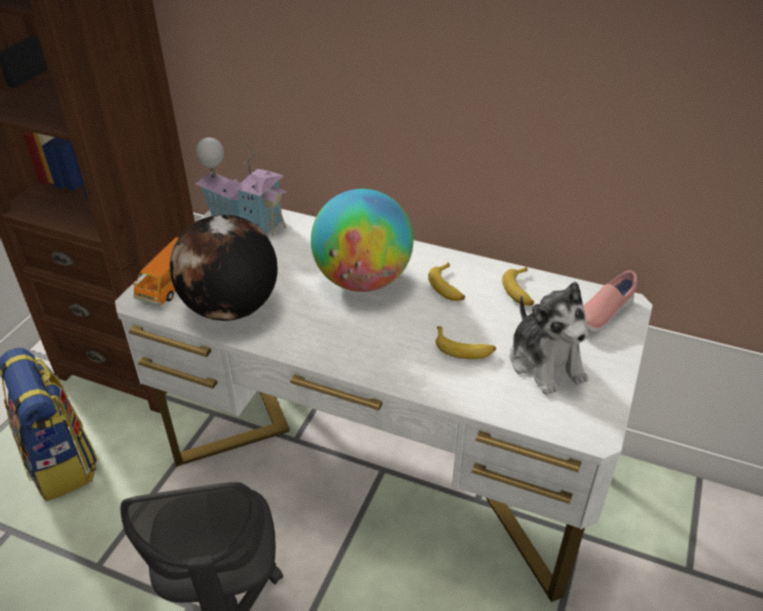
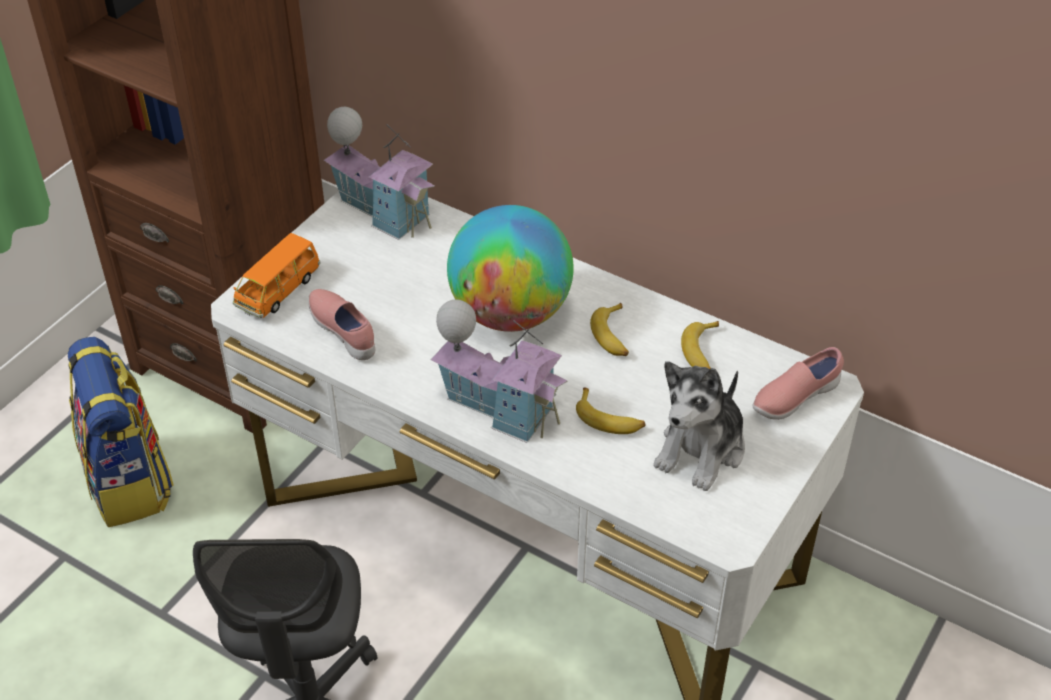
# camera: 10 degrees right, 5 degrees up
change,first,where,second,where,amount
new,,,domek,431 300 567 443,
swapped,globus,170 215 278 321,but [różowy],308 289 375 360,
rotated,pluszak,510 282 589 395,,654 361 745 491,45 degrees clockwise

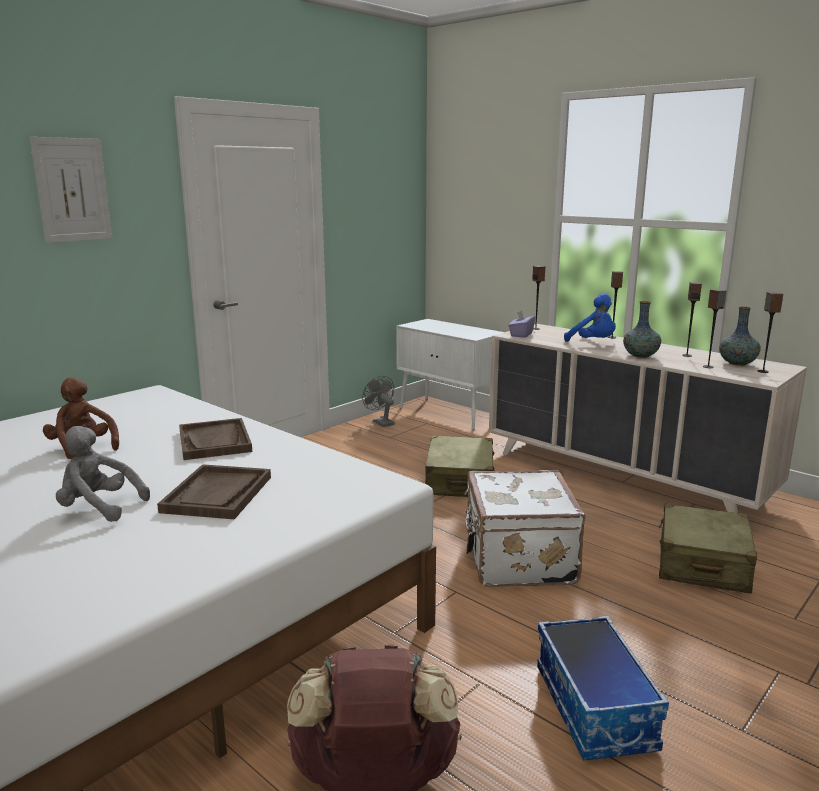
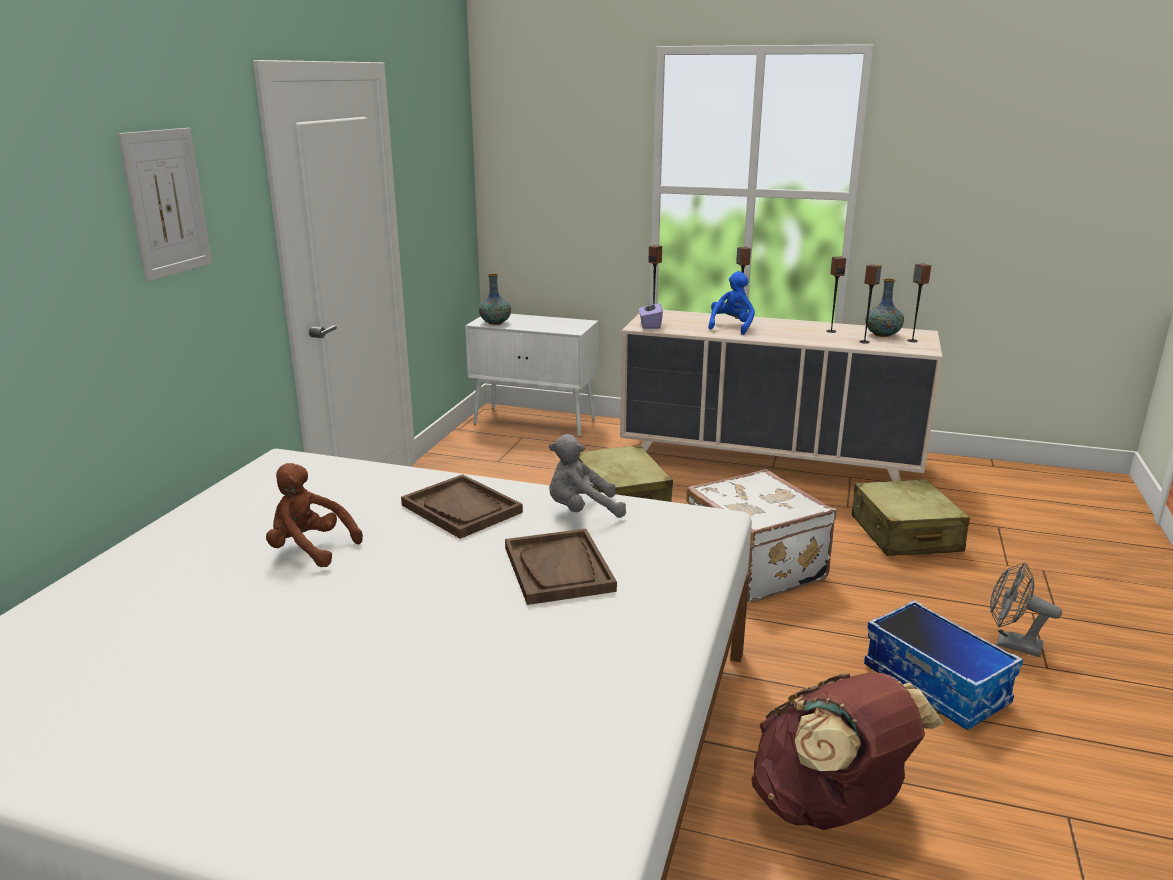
# camera: 25 degrees left, 5 degrees up
change,first,where,second,where,amount
shifted,pluszak [szary],56 426 150 522,,549 434 626 518,
shifted,wentylator [szary],362 376 395 427,,990 562 1062 657,
shifted,wazon,623 301 661 358,,479 274 511 325,
rotated,pluszak [niebieski],564 294 616 342,,708 271 755 335,90 degrees counterclockwise

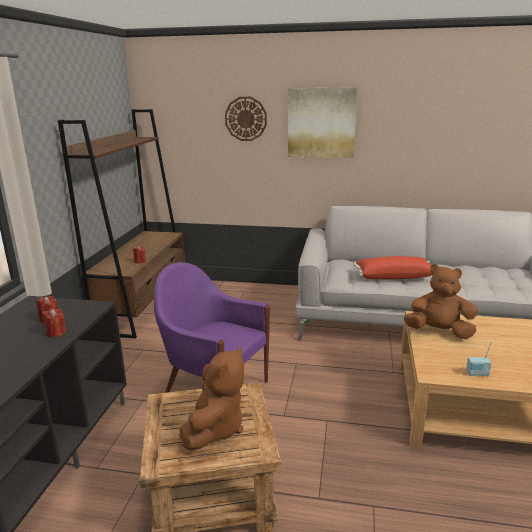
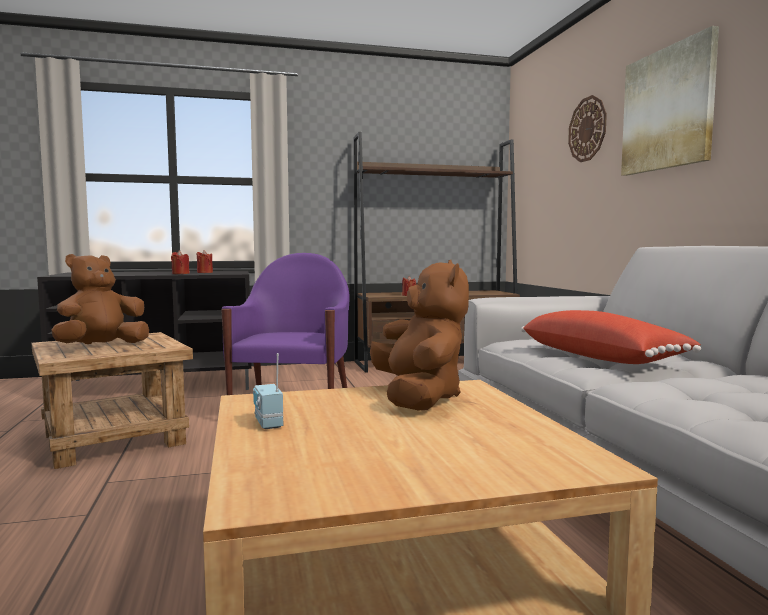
# camera: 65 degrees right, 15 degrees down
change,first,where,second,where,amount
rotated,pluszak [brązowy],180 347 244 450,,51 254 149 344,135 degrees clockwise

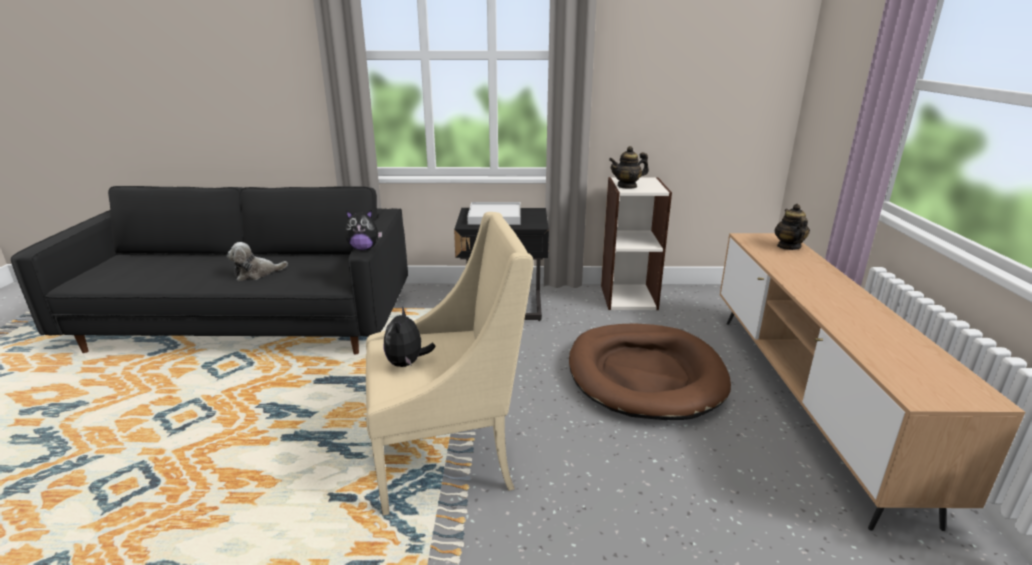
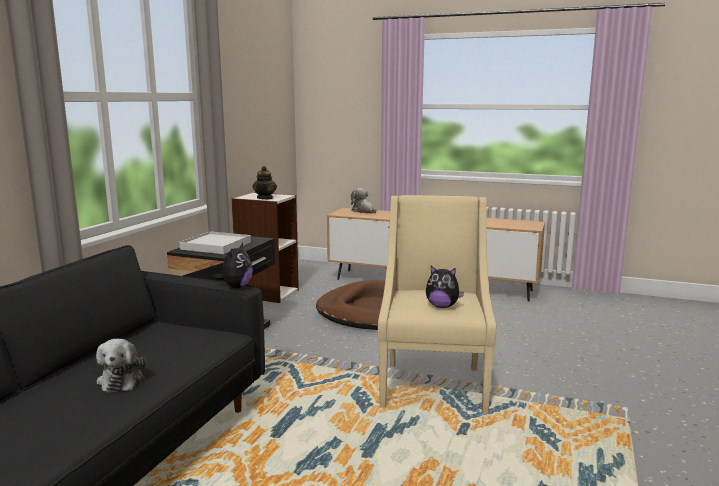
# camera: 70 degrees left, 10 degrees down
change,first,where,second,where,amount
swapped,imbryk,775 204 810 250,pluszak,351 188 377 214,

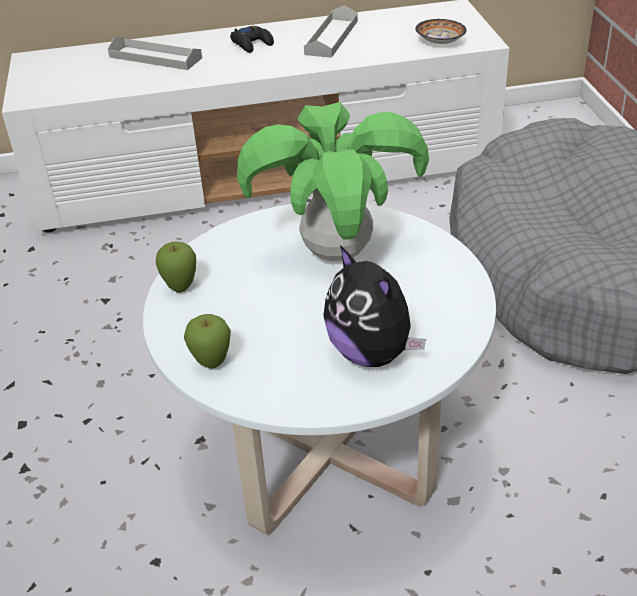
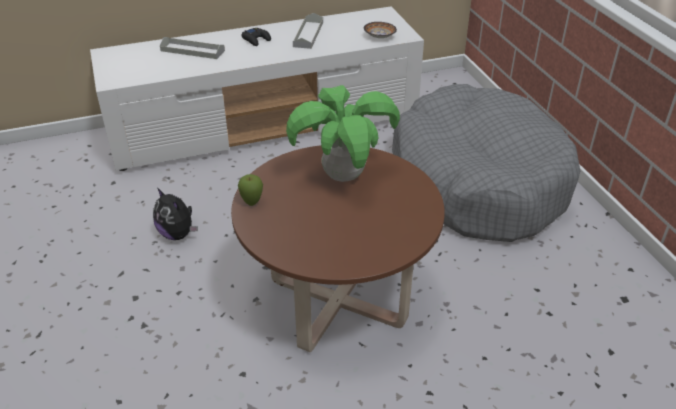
# camera: 10 degrees left, 0 degrees up
change,first,where,second,where,amount
gone,jabłko,184 314 231 369,,,
shifted,pluszak,323 245 426 367,,153 188 198 240,
repainted,ława [biały],143 202 496 535,ława [brązowy],231 145 445 352,

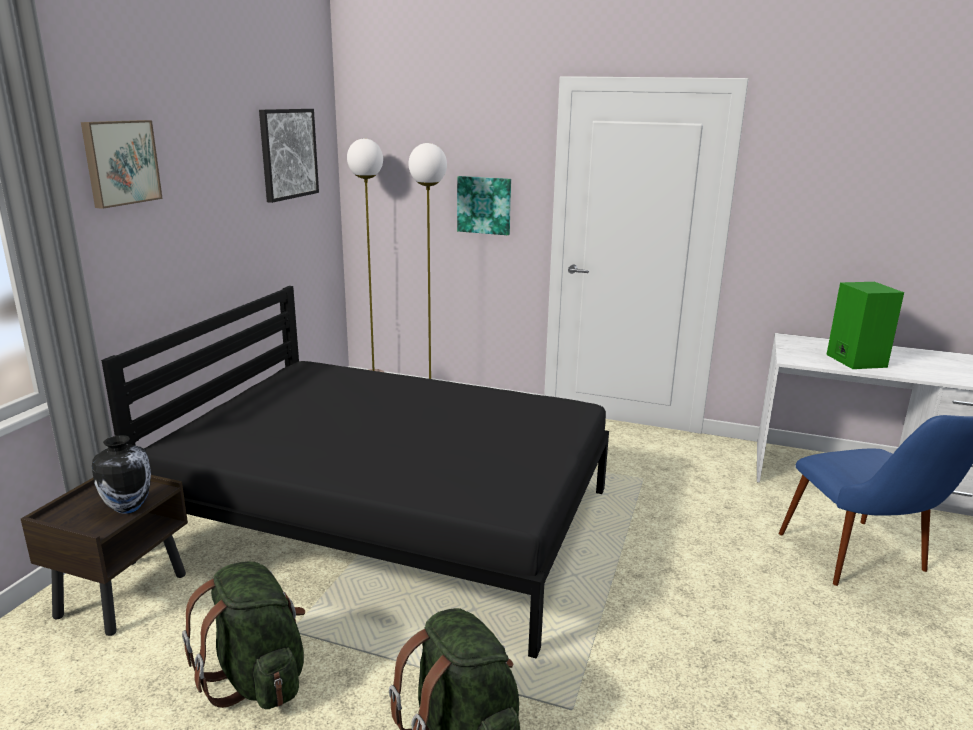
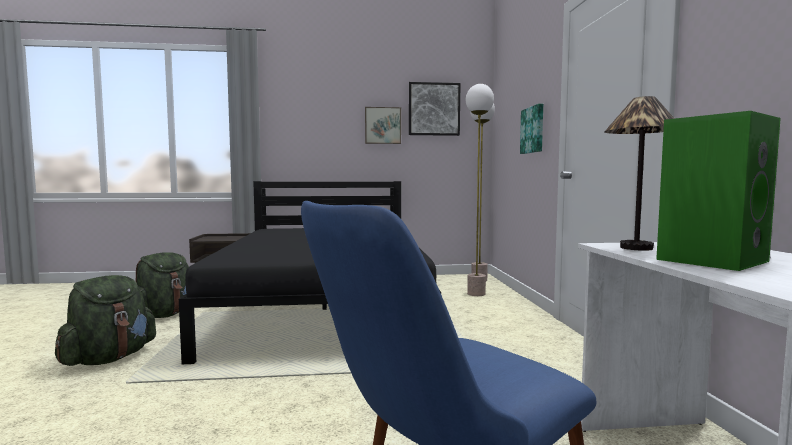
# camera: 65 degrees right, 15 degrees down
change,first,where,second,where,amount
gone,wazon,92 435 151 514,,,
new,,,lampa stołowa,605 96 675 251,
shifted,obraz,81 120 163 209,,365 107 401 144,

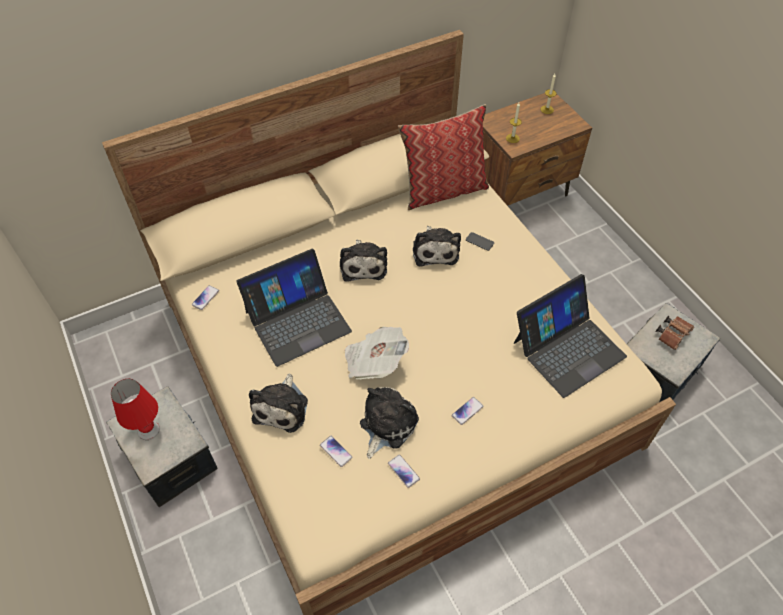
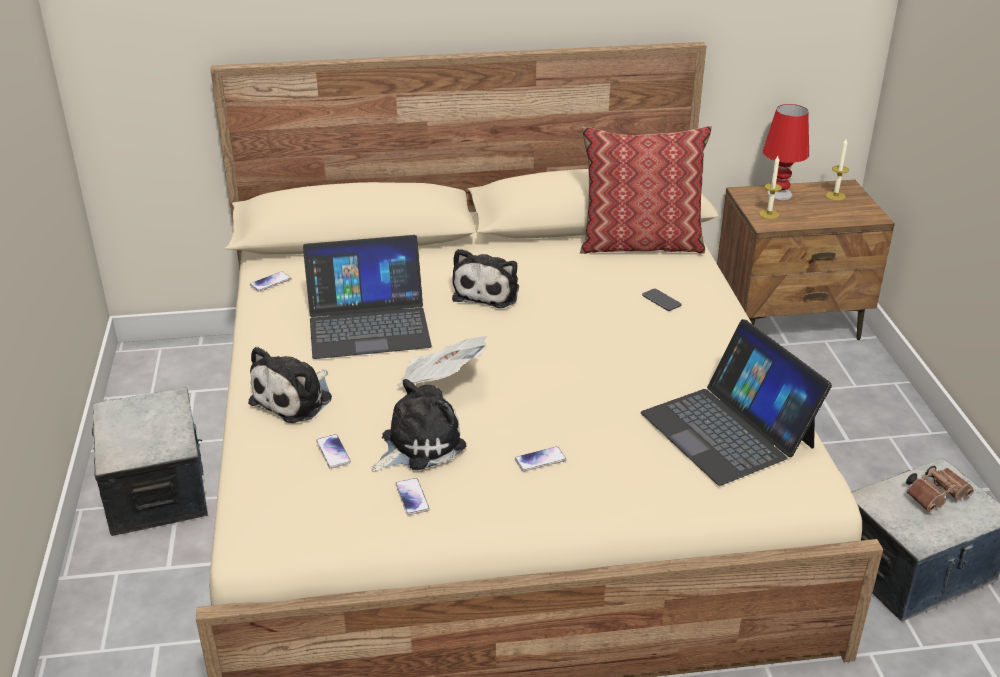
# camera: 20 degrees right, 20 degrees down
change,first,where,second,where,amount
gone,pluszak,413 226 461 266,,,
shifted,lampa stołowa [czerwony],111 379 160 440,,763 104 809 200,
rotated,laptop,514 274 627 398,,641 319 832 486,75 degrees clockwise

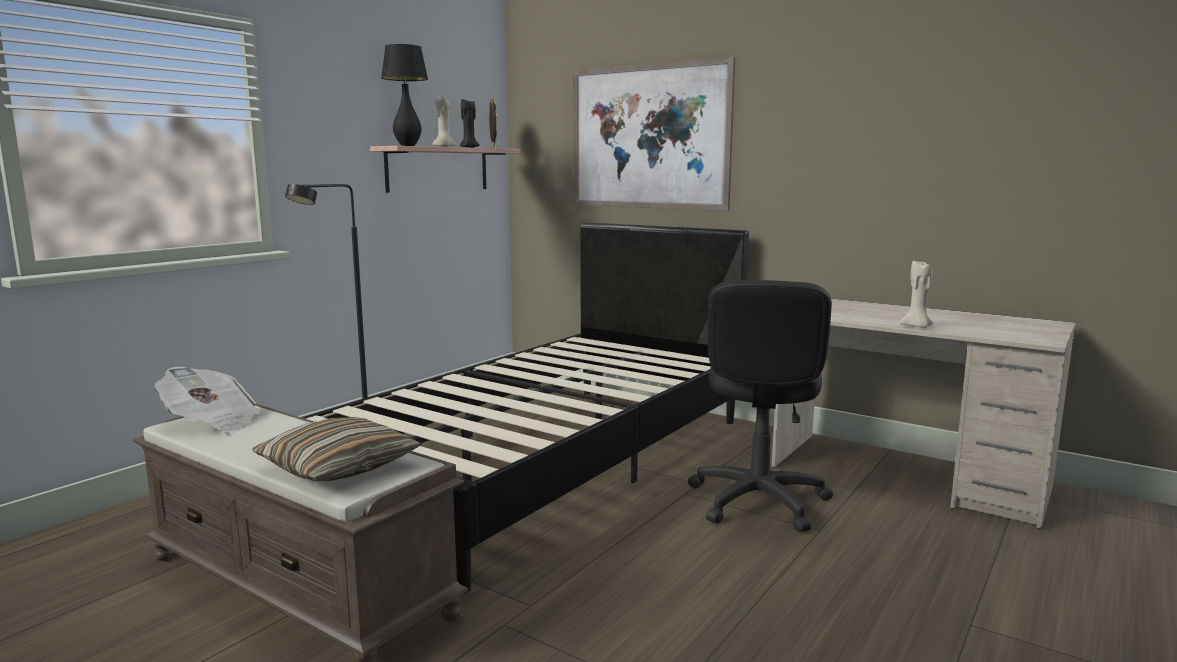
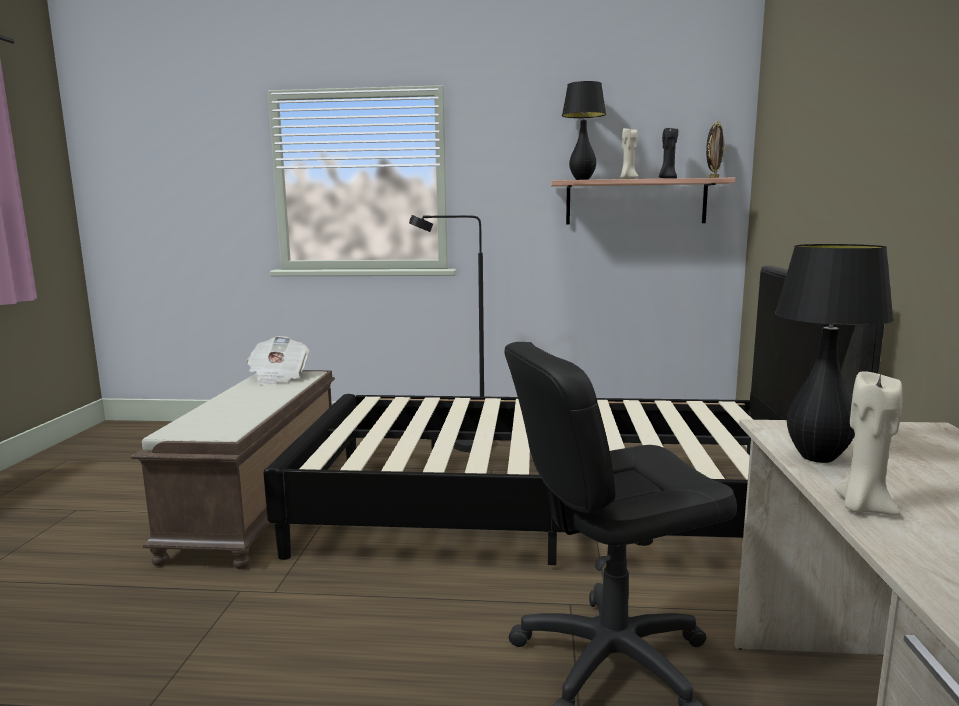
# camera: 60 degrees right, 0 degrees up
change,first,where,second,where,amount
gone,poduszka,252 417 422 482,,,
gone,obraz,573 57 735 211,,,
new,,,lampa stołowa [czarny],775 244 894 463,

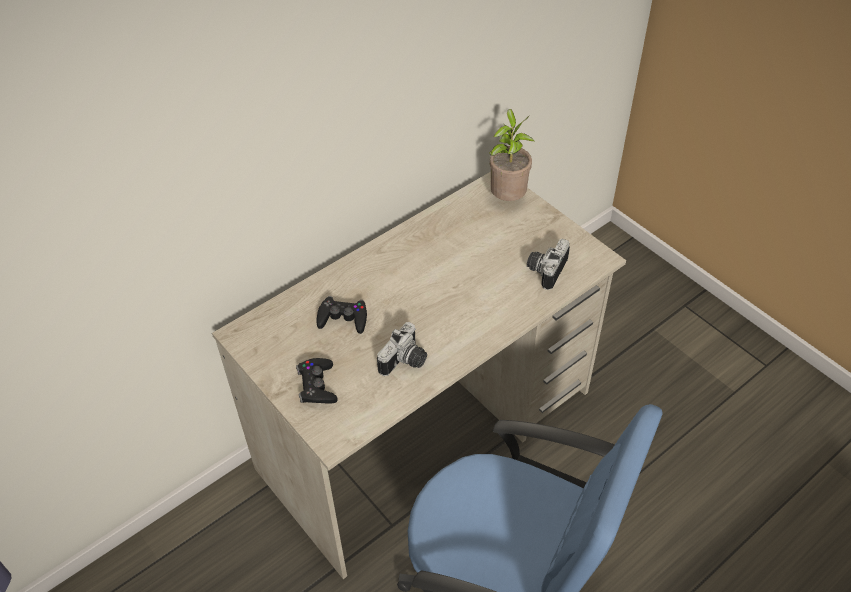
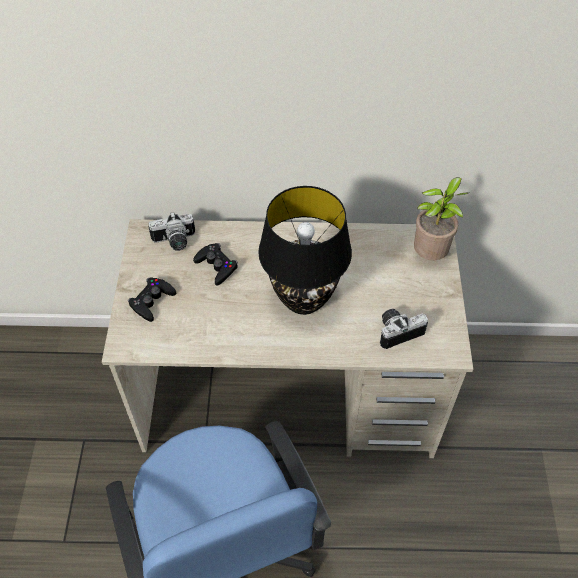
# camera: 40 degrees right, 5 degrees up
change,first,where,second,where,amount
new,,,lampa stołowa [czarny],258 186 352 315,
shifted,aparat fotograficzny,377 322 427 376,,148 212 195 251,

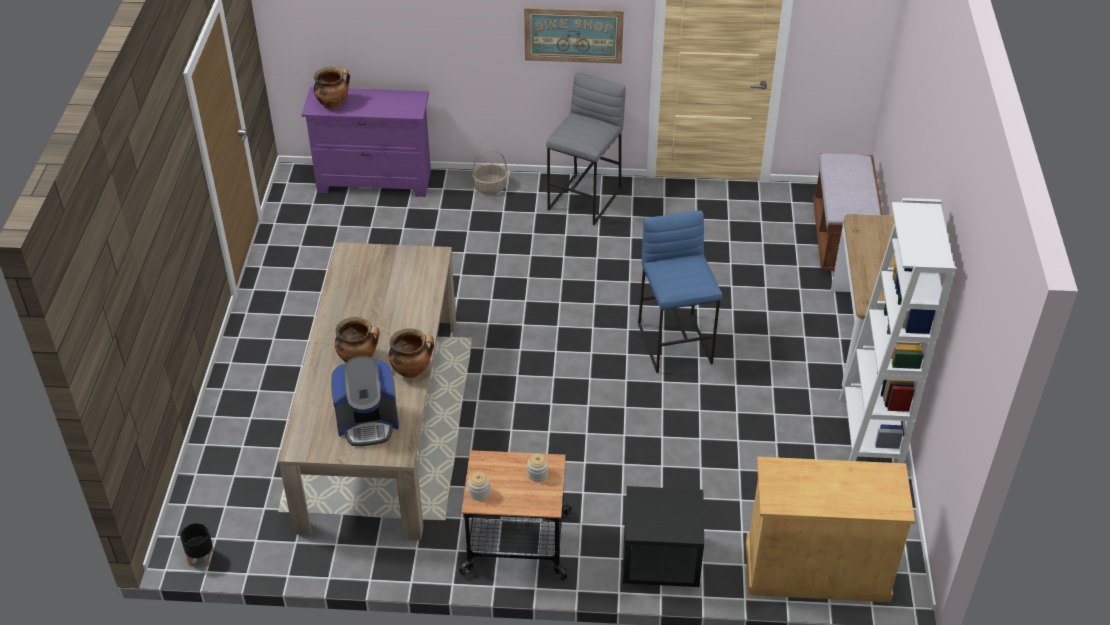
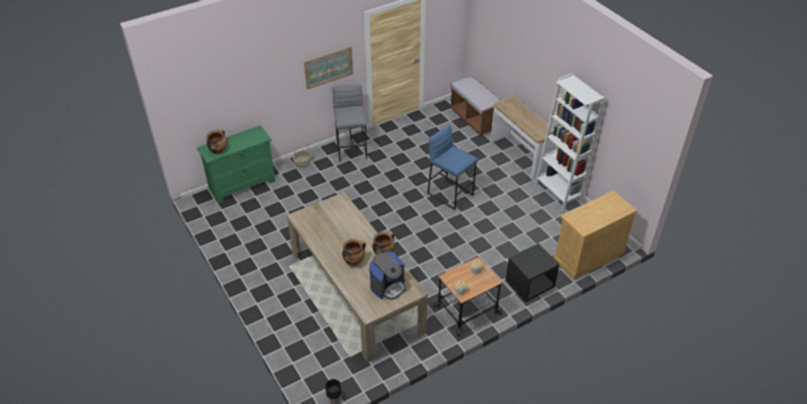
# camera: 35 degrees left, 0 degrees up
change,first,where,second,where,amount
repainted,komoda [fioletowy],301 87 431 197,komoda [zielony],197 125 276 203,

